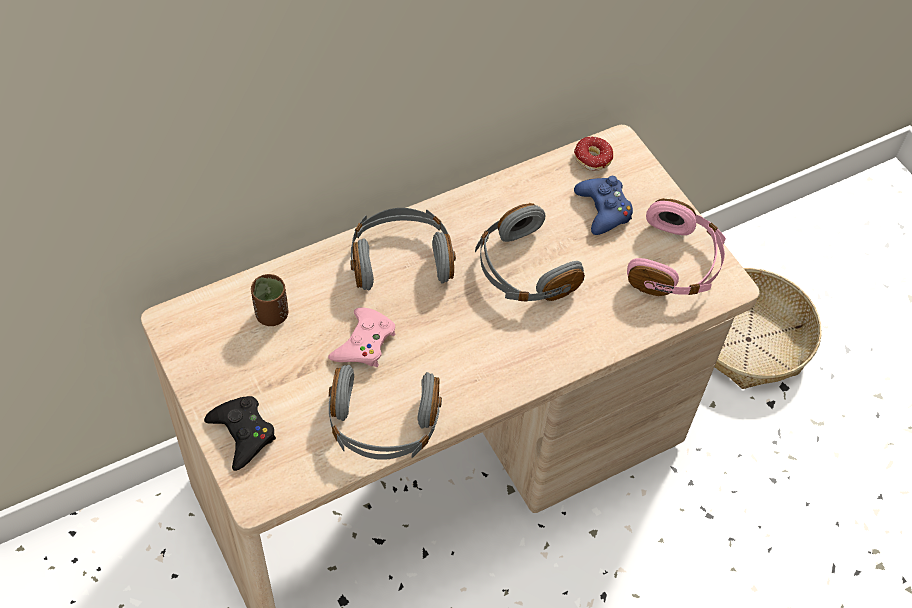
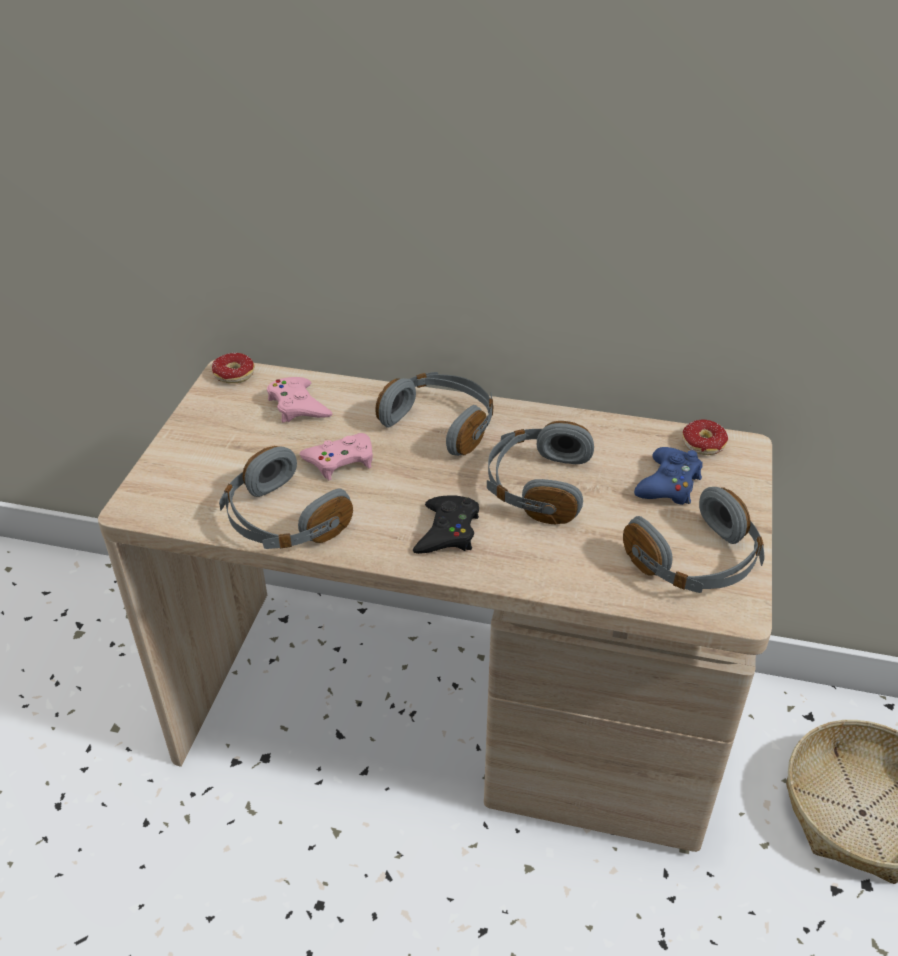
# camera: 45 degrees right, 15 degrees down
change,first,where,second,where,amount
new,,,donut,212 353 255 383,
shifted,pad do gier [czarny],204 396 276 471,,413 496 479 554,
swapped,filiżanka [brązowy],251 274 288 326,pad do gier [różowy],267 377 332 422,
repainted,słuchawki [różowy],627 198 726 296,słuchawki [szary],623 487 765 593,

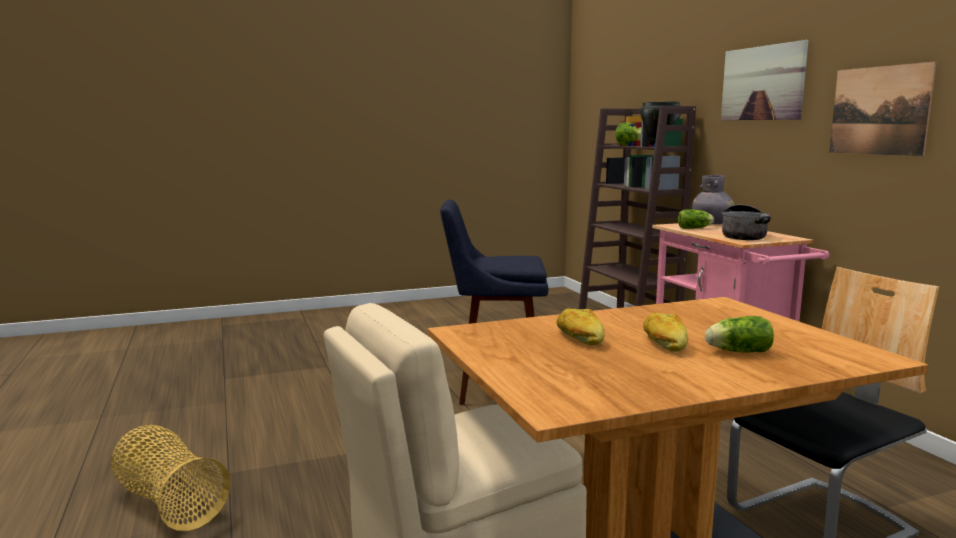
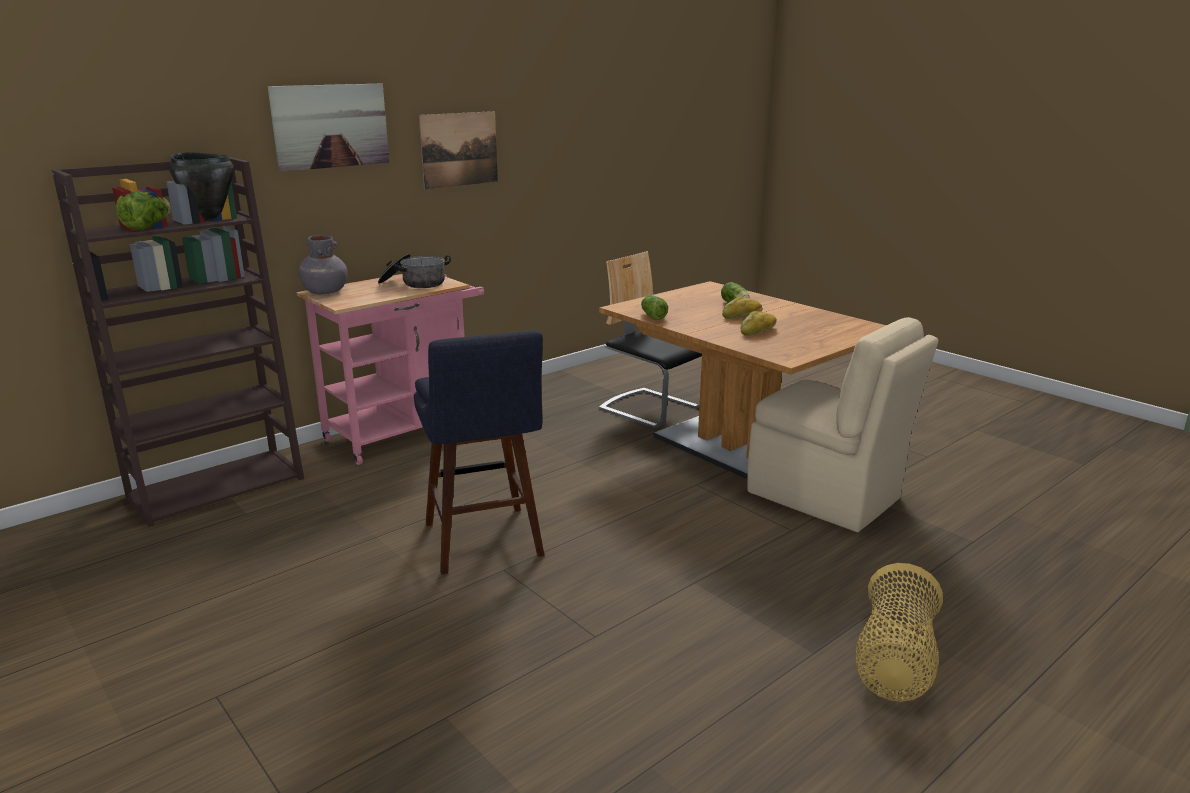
# camera: 110 degrees left, 10 degrees up
change,first,where,second,where,amount
shifted,sałata,678 209 714 229,,641 295 668 320,

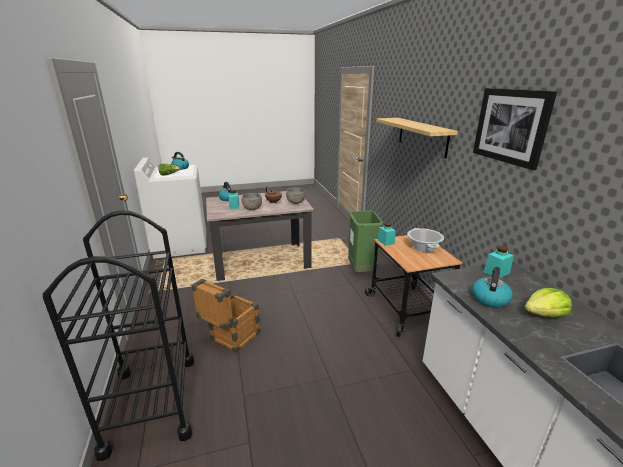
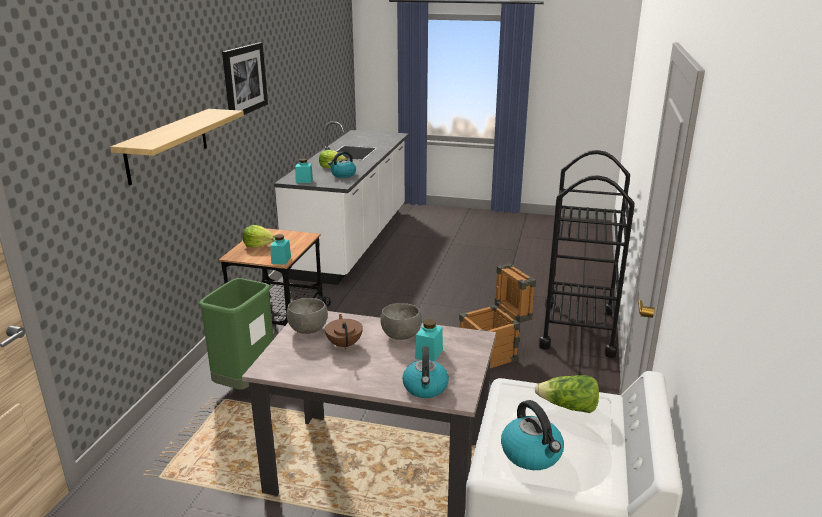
# camera: 150 degrees left, 0 degrees up
change,first,where,second,where,amount
swapped,garnek,407 228 444 252,sałata,243 225 275 248,

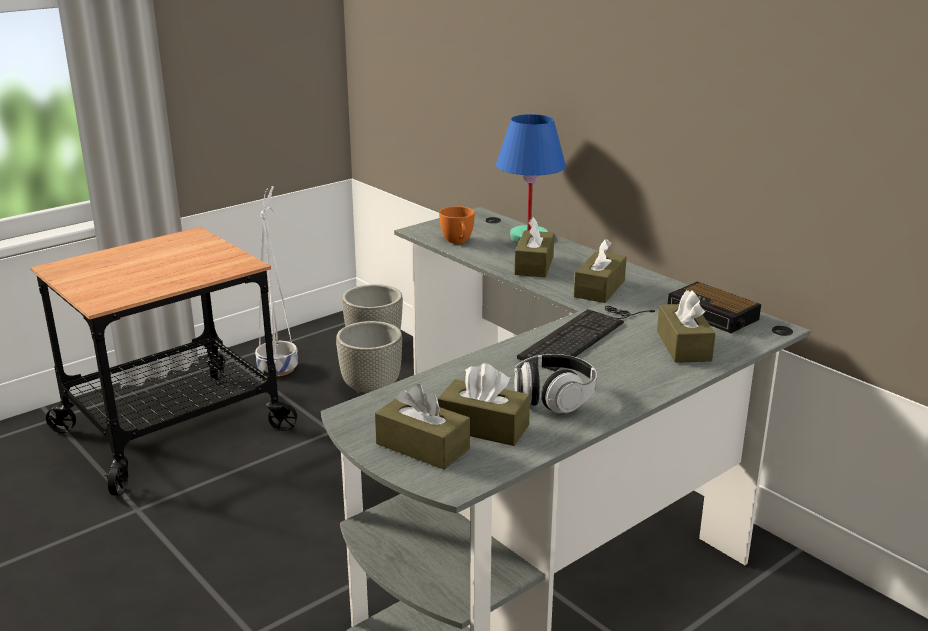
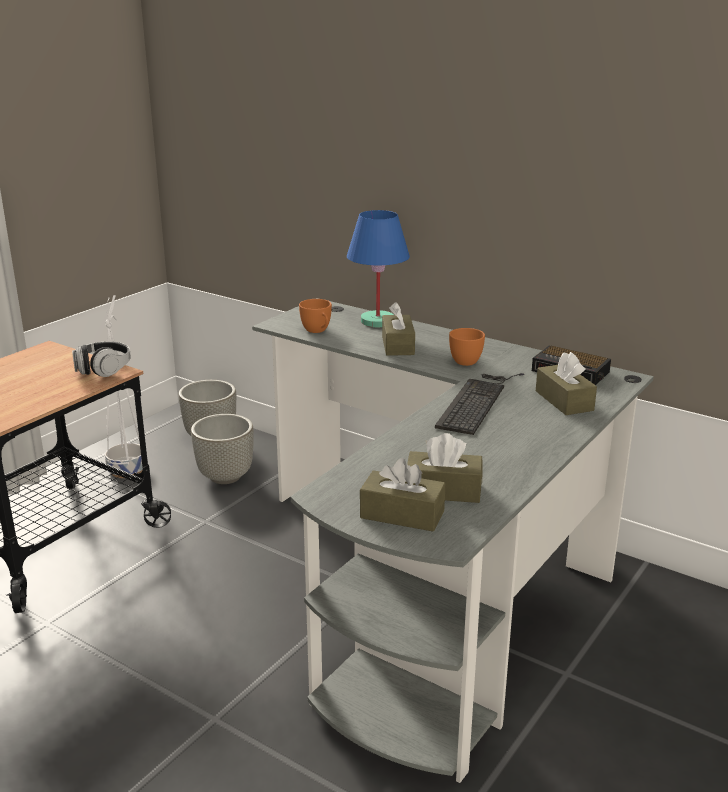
# camera: 15 degrees left, 0 degrees up
change,first,where,second,where,amount
shifted,słuchawki,514 354 597 413,,72 341 131 377,
swapped,pudełko chusteczek [brązowy],574 239 627 303,filiżanka [pomarańczowy],449 328 485 366,

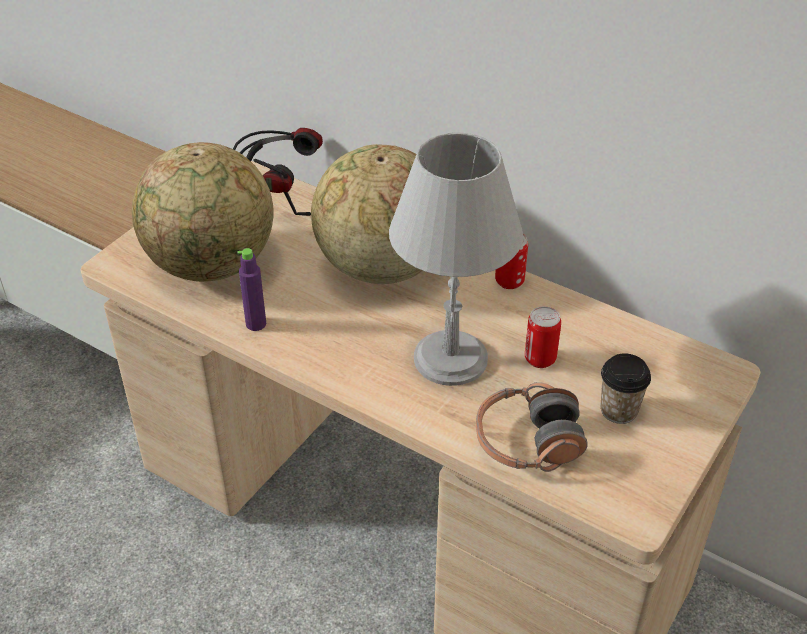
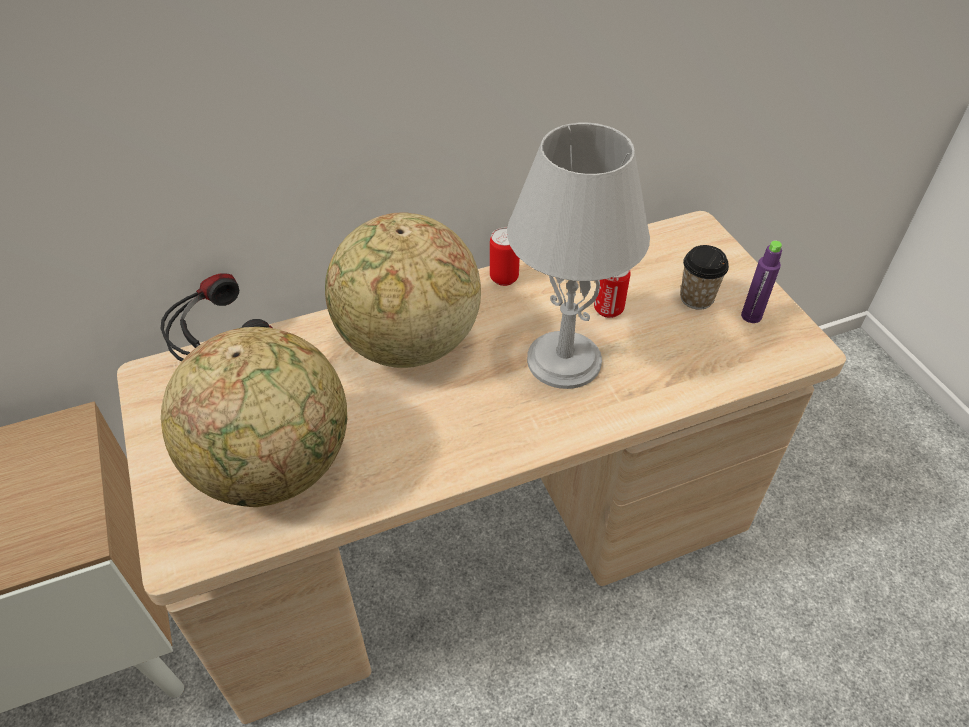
# camera: 55 degrees left, 5 degrees up
change,first,where,second,where,amount
gone,słuchawki,476 382 588 472,,,
shifted,butelka [fioletowy],237 248 266 331,,741 241 782 323,

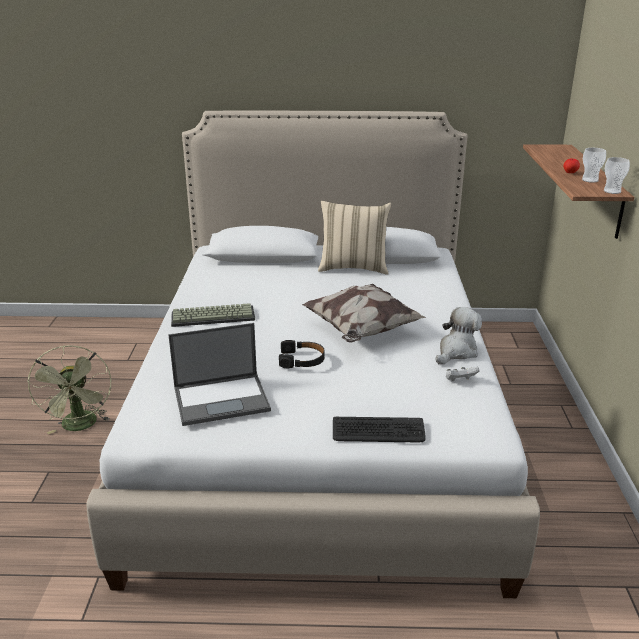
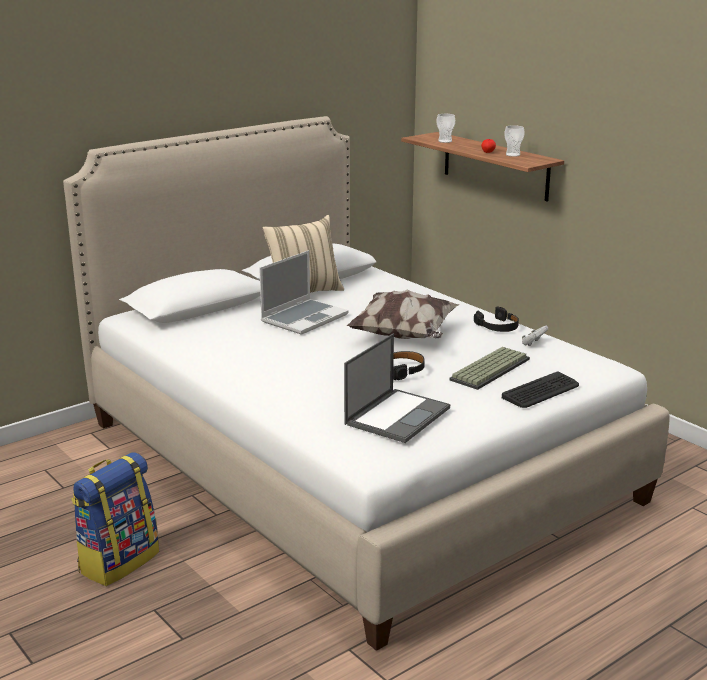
# camera: 40 degrees left, 5 degrees down
change,first,where,second,where,amount
new,,,laptop,259 250 348 335,
shifted,klawiatura,171 303 255 327,,449 347 530 390,
shifted,filiżanka,604 157 630 194,,437 114 455 143,
swapped,wentylator [zielony],27 345 111 434,plecak,71 452 159 586,
swapped,pluszak,436 307 482 364,słuchawki [czarny],474 307 519 332,

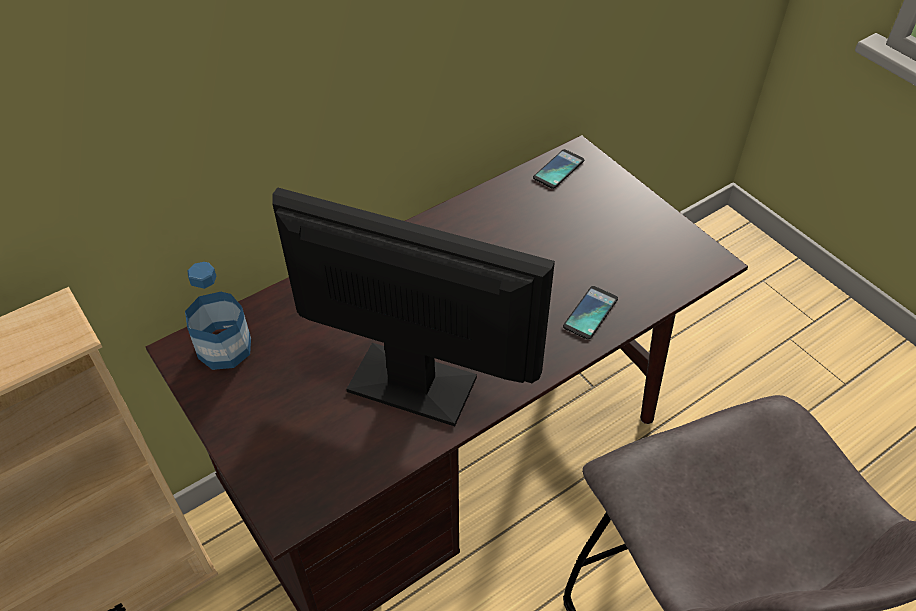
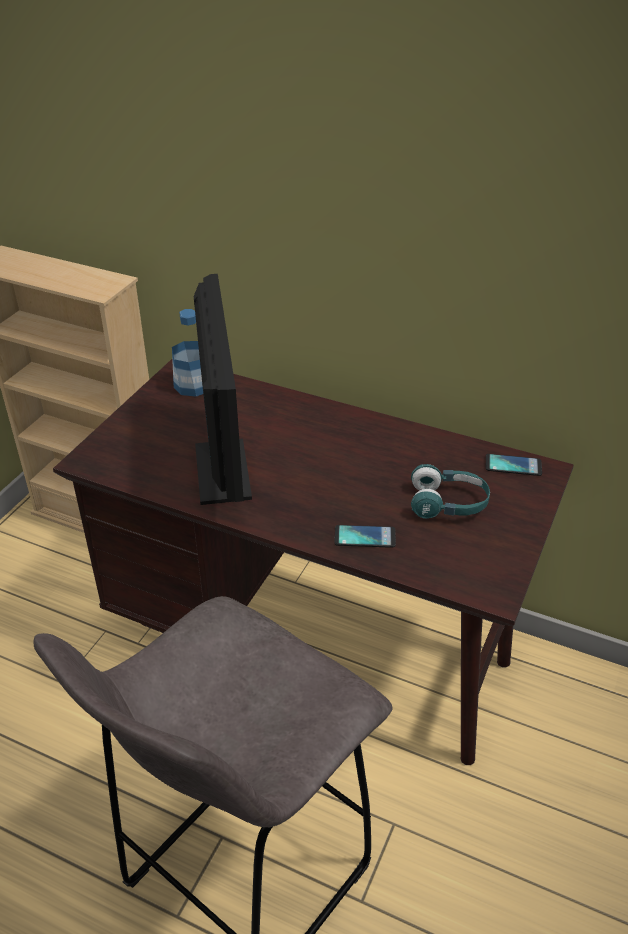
# camera: 60 degrees right, 10 degrees down
change,first,where,second,where,amount
new,,,słuchawki [turkusowy],411 464 490 519,

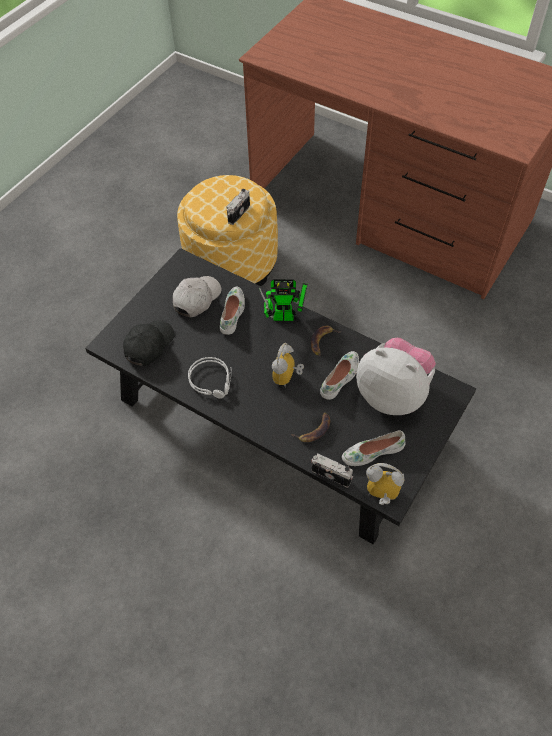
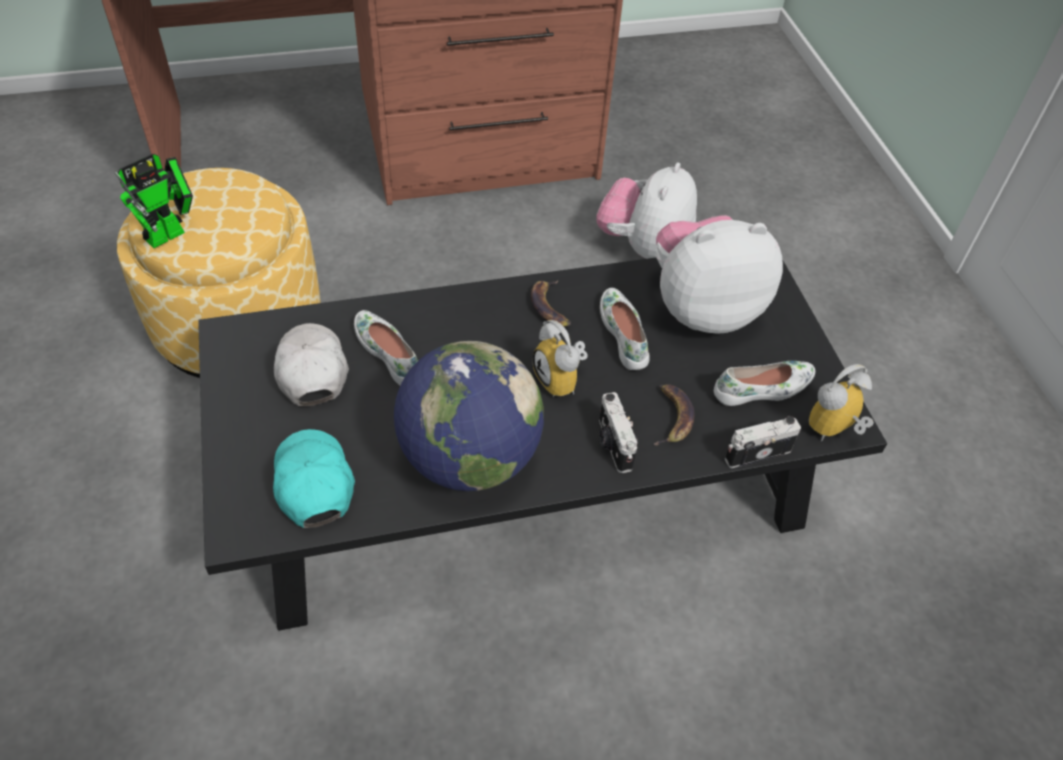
# camera: 50 degrees left, 5 degrees down
change,first,where,second,where,amount
new,,,pluszak,596 162 697 259,
shifted,aparat fotograficzny,227 189 250 225,,599 392 638 473,
shifted,robot zabawkowy,259 279 308 321,,115 154 193 248,
swapped,słuchawki [szary],188 357 232 399,globus,394 341 544 491,
repainted,czapka z daszkiem [czarny],123 320 175 366,czapka z daszkiem [turkusowy],273 429 355 528,
rotated,but [biały],342 430 406 466,,714 361 815 406,135 degrees counterclockwise

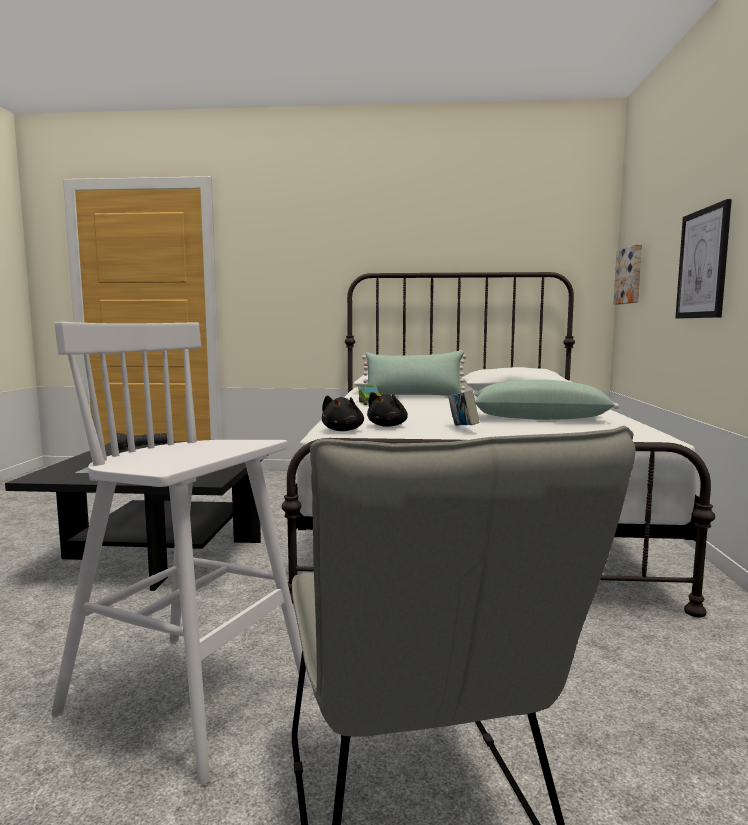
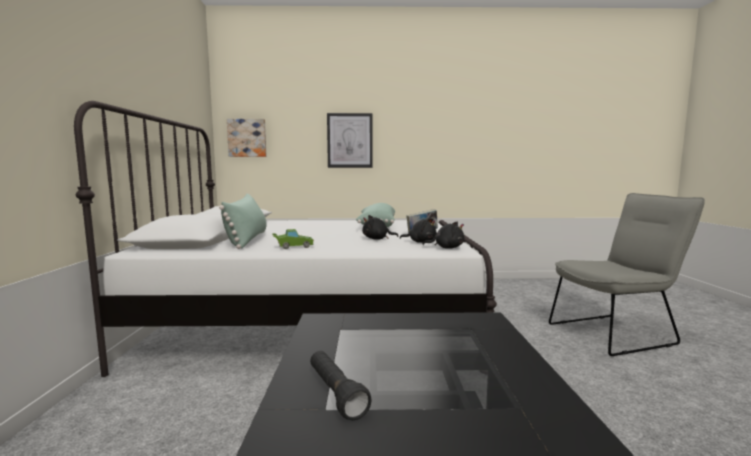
# camera: 95 degrees left, 0 degrees up
change,first,where,second,where,amount
gone,stołek [biały],51 322 310 784,,,
new,,,pluszak [czarny],362 215 399 240,

